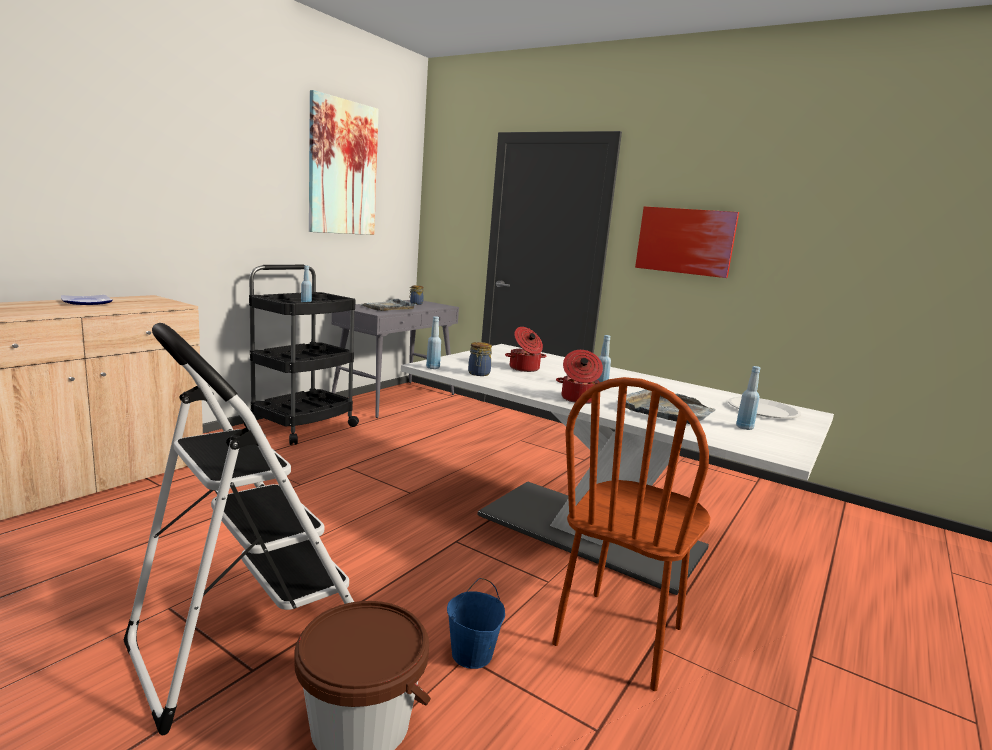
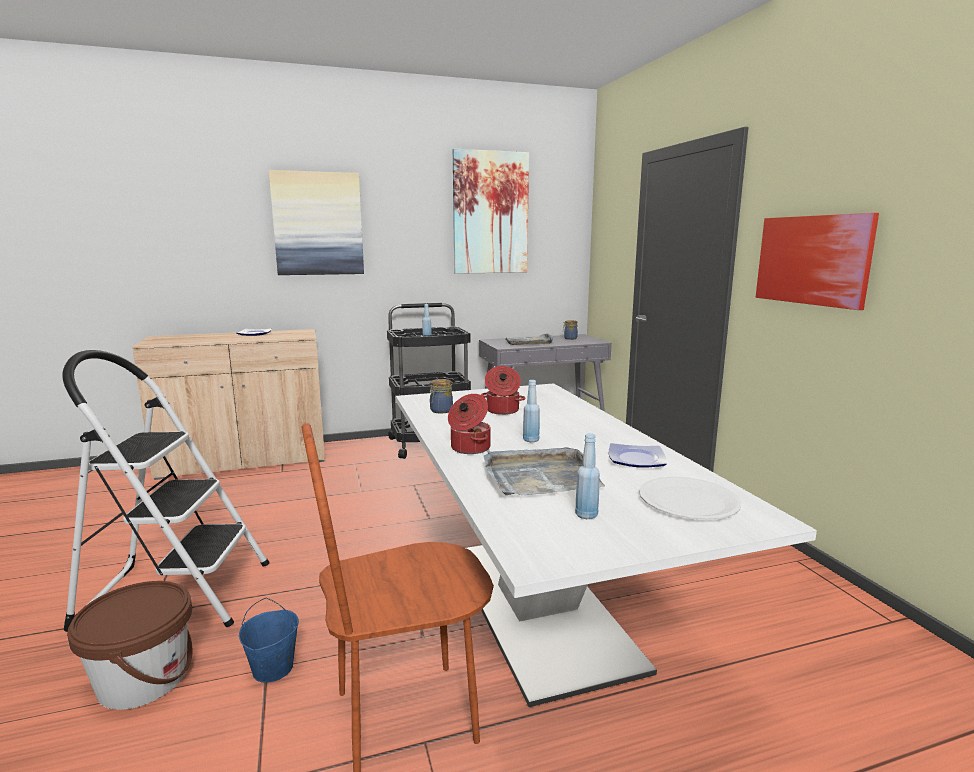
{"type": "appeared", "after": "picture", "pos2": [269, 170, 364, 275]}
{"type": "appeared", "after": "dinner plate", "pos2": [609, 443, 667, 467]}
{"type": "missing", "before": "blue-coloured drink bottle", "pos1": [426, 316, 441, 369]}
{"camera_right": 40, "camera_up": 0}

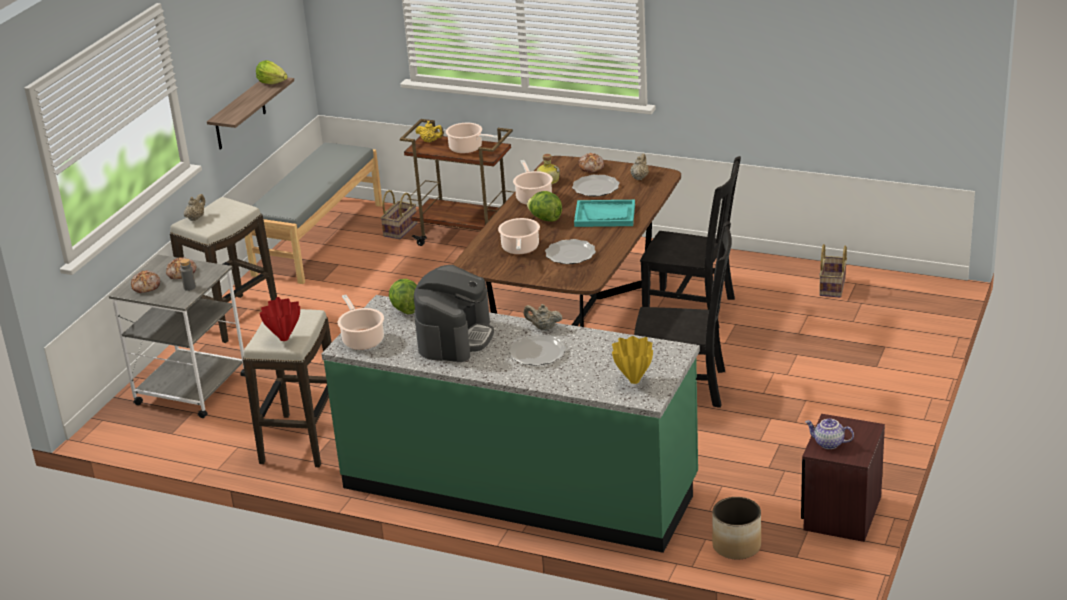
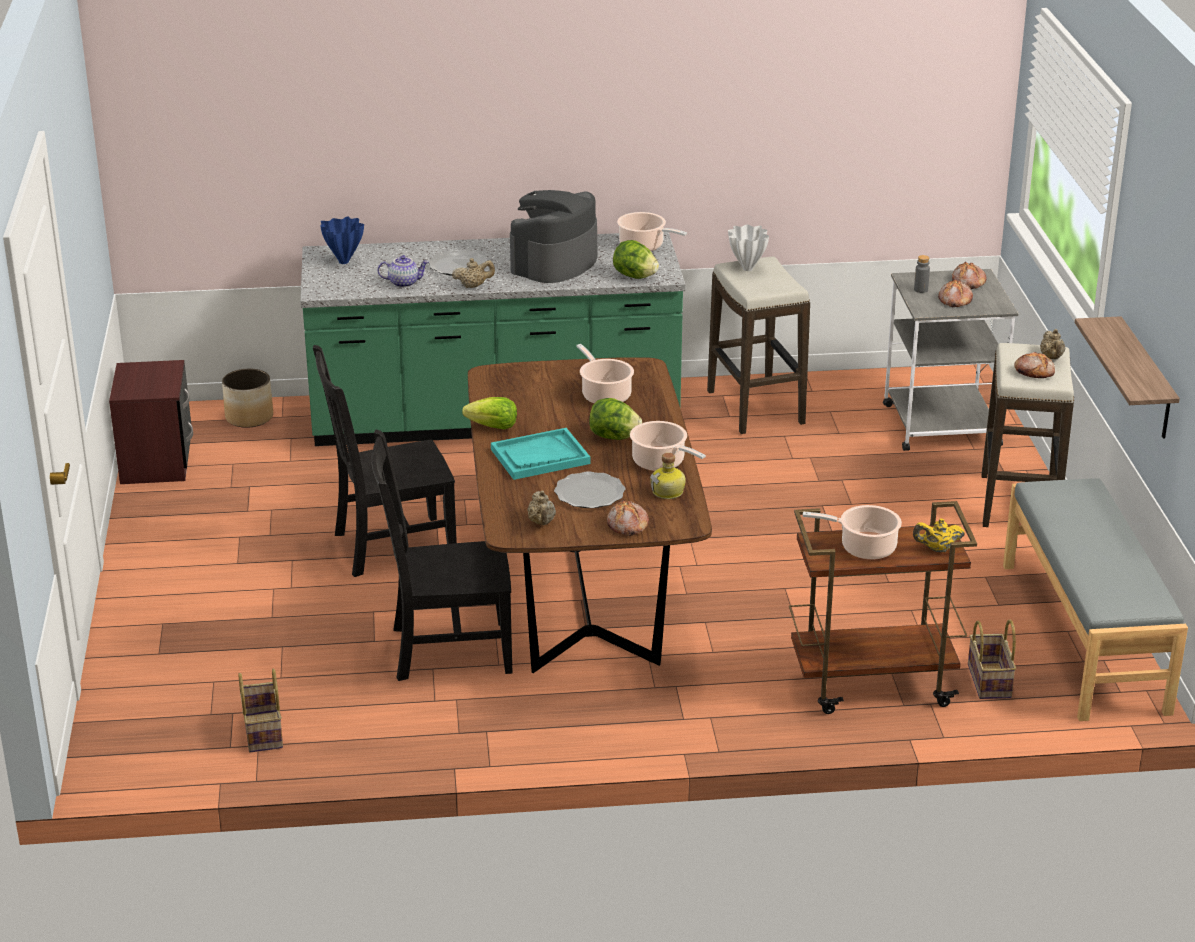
{"type": "colour", "before": "yellow vase", "after": "blue-coloured vase", "pos1": [612, 336, 653, 384], "pos2": [321, 217, 364, 264]}
{"type": "relocated", "before": "teapot", "pos1": [805, 418, 854, 449], "pos2": [377, 255, 429, 288]}
{"type": "relocated", "before": "lettuce", "pos1": [256, 60, 288, 84], "pos2": [462, 397, 517, 429]}
{"type": "spun", "before": "coffee maker", "pos1": [414, 265, 494, 362], "pos2": [510, 190, 598, 283], "turn": 45}
{"type": "colour", "before": "reddish vase", "after": "white vase", "pos1": [259, 297, 300, 341], "pos2": [728, 225, 769, 271]}
{"type": "appeared", "after": "bakery bread", "pos2": [1014, 352, 1055, 378]}
{"type": "missing", "before": "dinner plate", "pos1": [545, 239, 596, 264]}
{"camera_right": 150, "camera_up": 0}

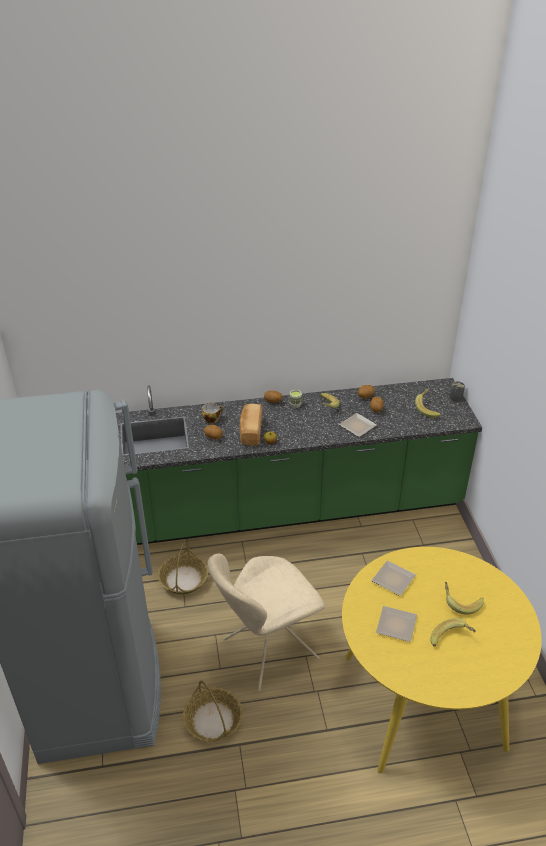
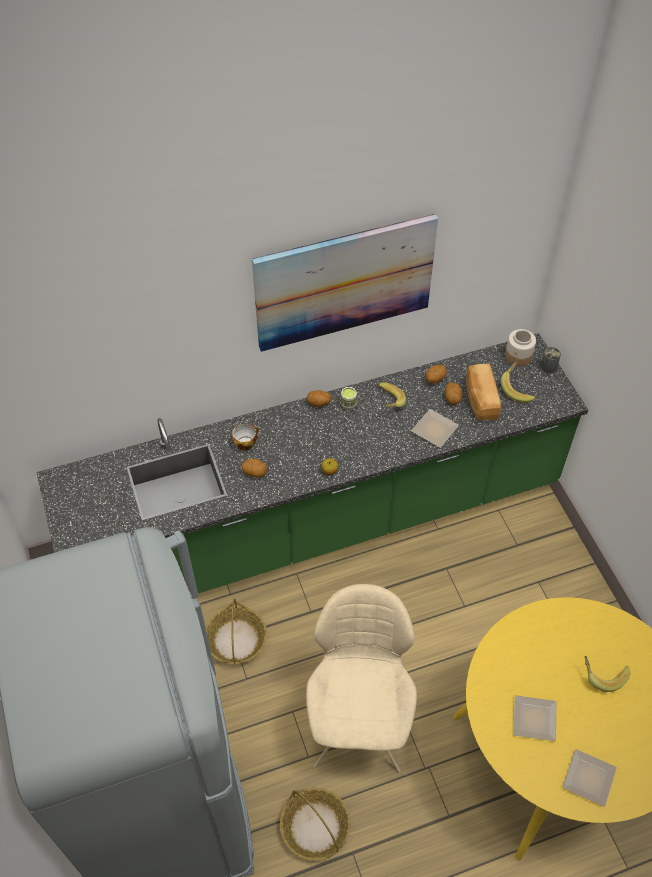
{"type": "appeared", "after": "picture", "pos2": [252, 214, 438, 352]}
{"type": "spun", "before": "beige-coloured plain chair", "pos1": [208, 554, 325, 691], "pos2": [306, 584, 417, 773], "turn": 135}
{"type": "relocated", "before": "bakery bread", "pos1": [240, 404, 262, 446], "pos2": [466, 363, 501, 420]}
{"type": "appeared", "after": "preserve jar", "pos2": [505, 329, 536, 366]}
{"type": "relocated", "before": "dinner plate", "pos1": [371, 560, 416, 596], "pos2": [563, 749, 617, 807]}
{"type": "missing", "before": "banana", "pos1": [430, 618, 476, 647]}
{"camera_right": -10, "camera_up": 15}

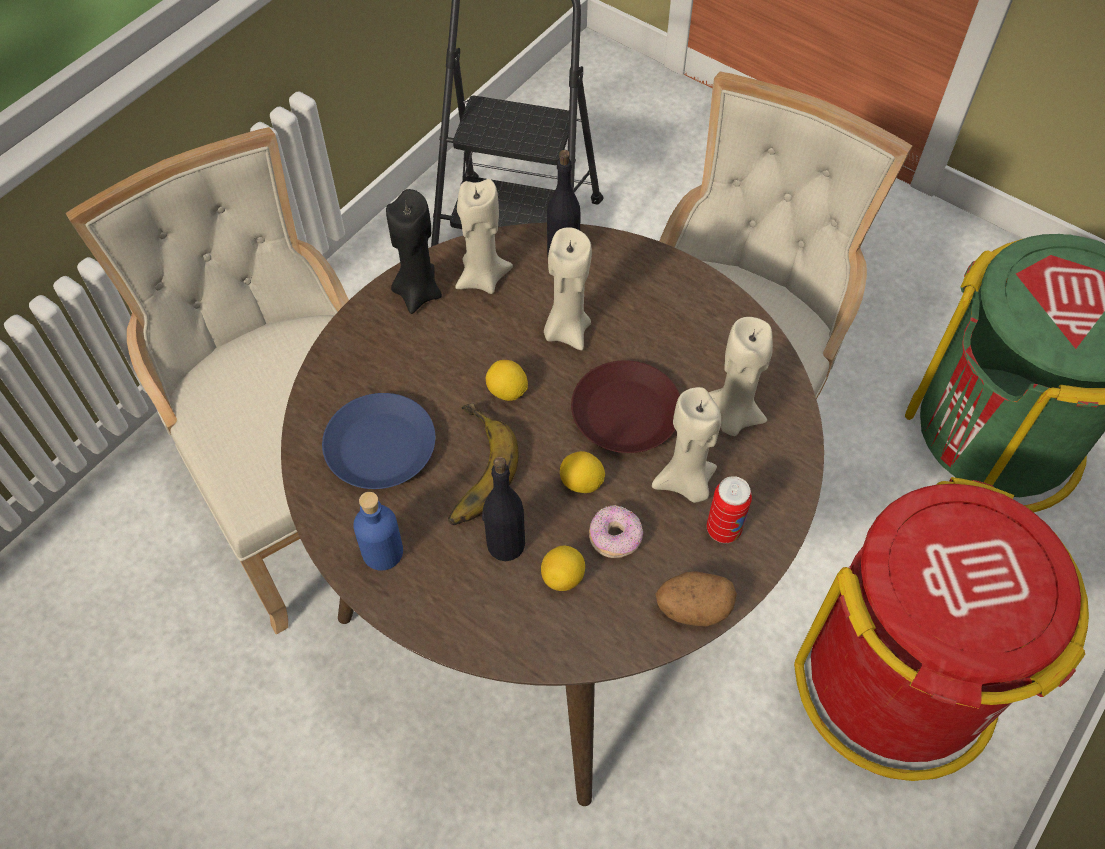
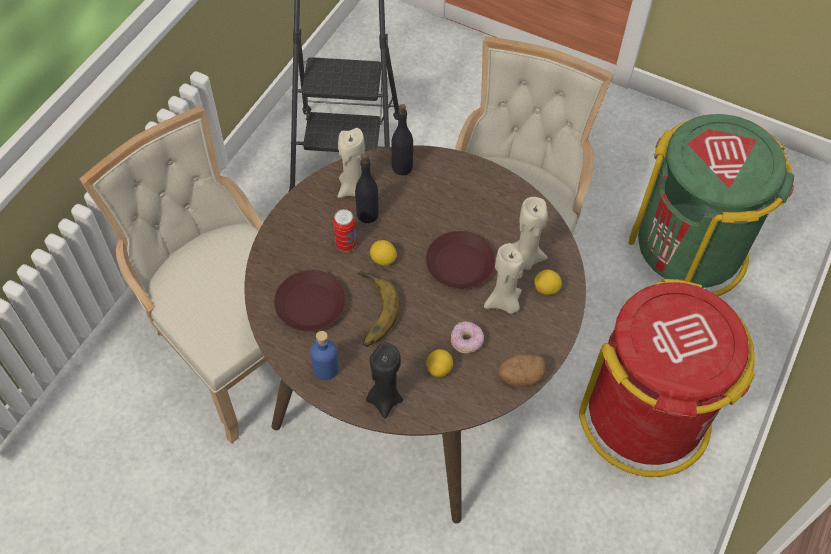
{"type": "colour", "before": "blue-coloured dinner plate", "after": "brown dinner plate", "pos1": [322, 393, 435, 489], "pos2": [274, 270, 346, 331]}
{"type": "relocated", "before": "metal can", "pos1": [707, 476, 752, 543], "pos2": [333, 209, 356, 251]}
{"type": "relocated", "before": "black drink bottle", "pos1": [482, 457, 525, 561], "pos2": [355, 153, 379, 223]}
{"type": "relocated", "before": "black wax light", "pos1": [386, 189, 442, 314], "pos2": [366, 343, 403, 419]}
{"type": "relocated", "before": "lemon", "pos1": [560, 451, 605, 493], "pos2": [534, 270, 562, 295]}
{"type": "missing", "before": "beige-coloured wax light", "pos1": [544, 227, 592, 350]}
{"camera_right": -10, "camera_up": 0}

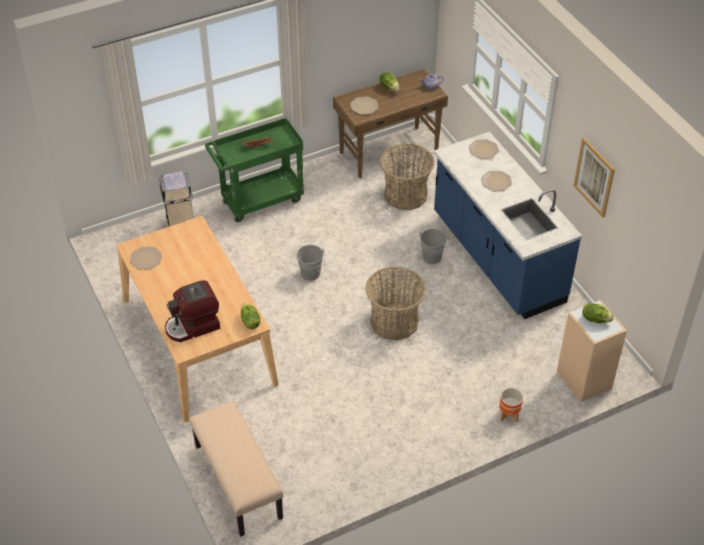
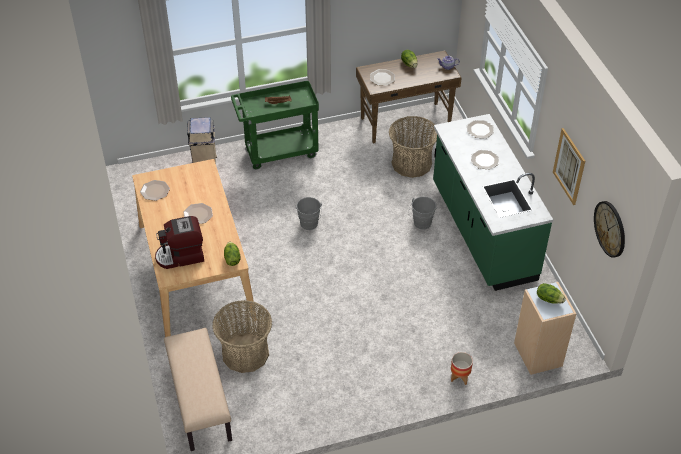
{"type": "appeared", "after": "dinner plate", "pos2": [183, 203, 213, 224]}
{"type": "relocated", "before": "household basket", "pos1": [365, 266, 426, 341], "pos2": [212, 300, 272, 373]}
{"type": "colour", "before": "blue-coloured kitchen counter", "after": "greenish kitchen counter", "pos1": [434, 132, 582, 319], "pos2": [433, 114, 553, 291]}
{"type": "appeared", "after": "hanging clock", "pos2": [594, 201, 625, 258]}
{"camera_right": 10, "camera_up": 0}

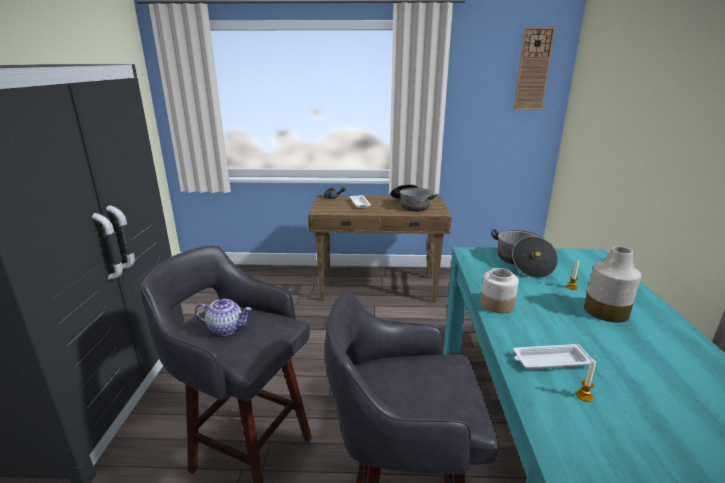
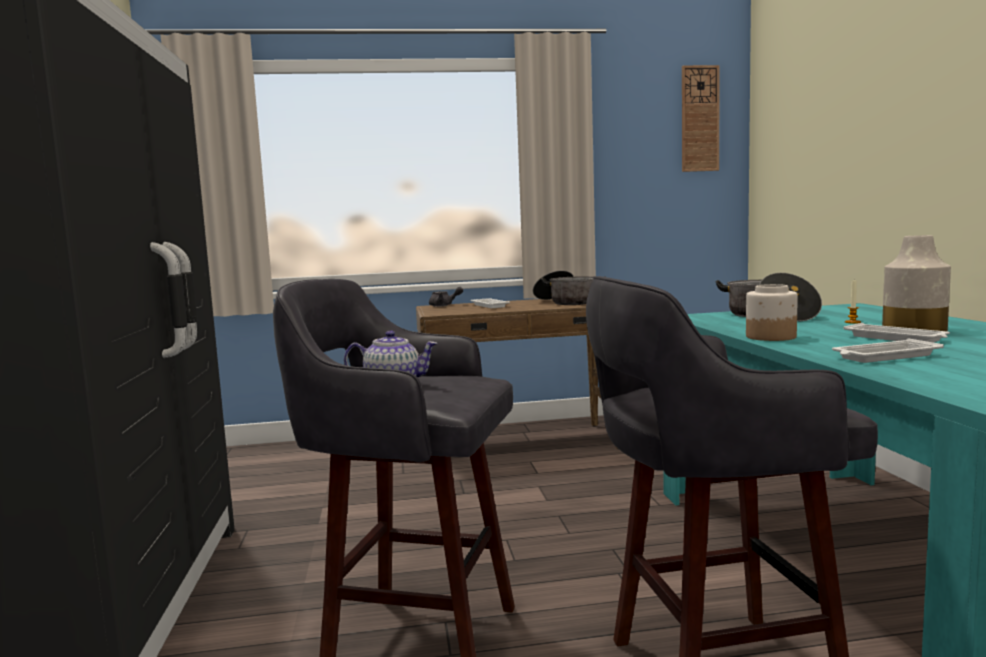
{"type": "appeared", "after": "white serving tray", "pos2": [843, 323, 950, 343]}
{"type": "missing", "before": "wax light", "pos1": [576, 359, 596, 402]}
{"camera_right": -10, "camera_up": -15}

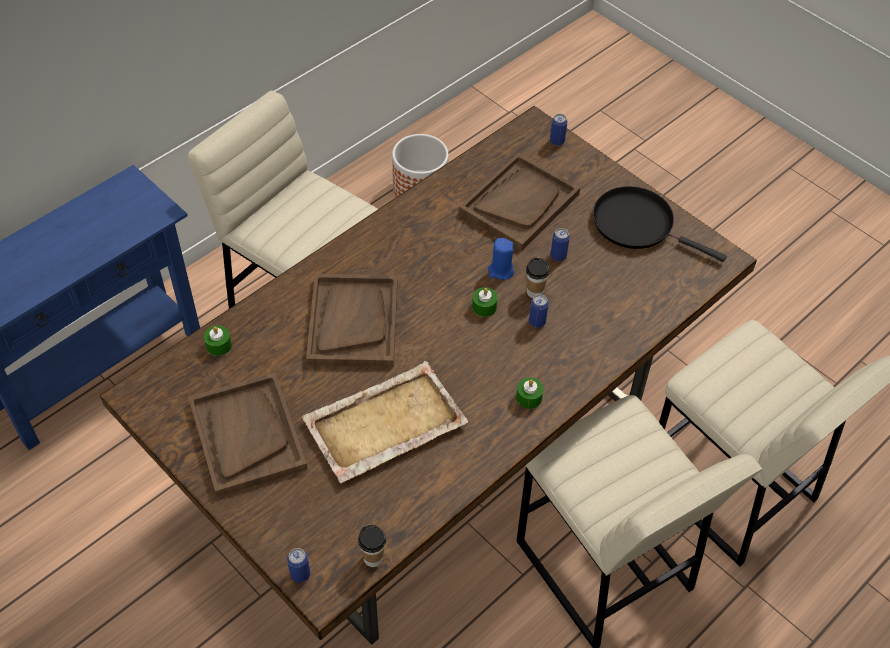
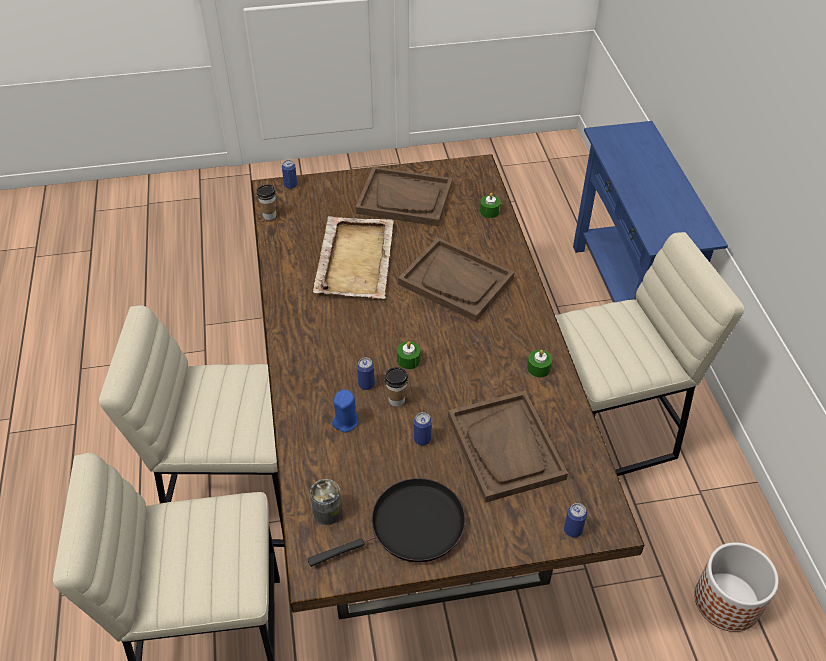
{"type": "appeared", "after": "metal can", "pos2": [310, 479, 342, 525]}
{"type": "relocated", "before": "blue-coloured wax light", "pos1": [488, 238, 514, 280], "pos2": [332, 389, 359, 433]}
{"type": "relocated", "before": "greenish wax light", "pos1": [516, 377, 544, 409], "pos2": [527, 350, 552, 378]}
{"camera_right": 125, "camera_up": -5}

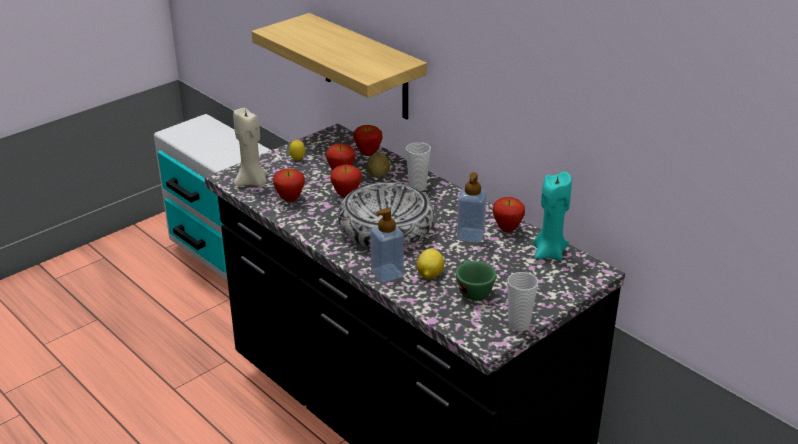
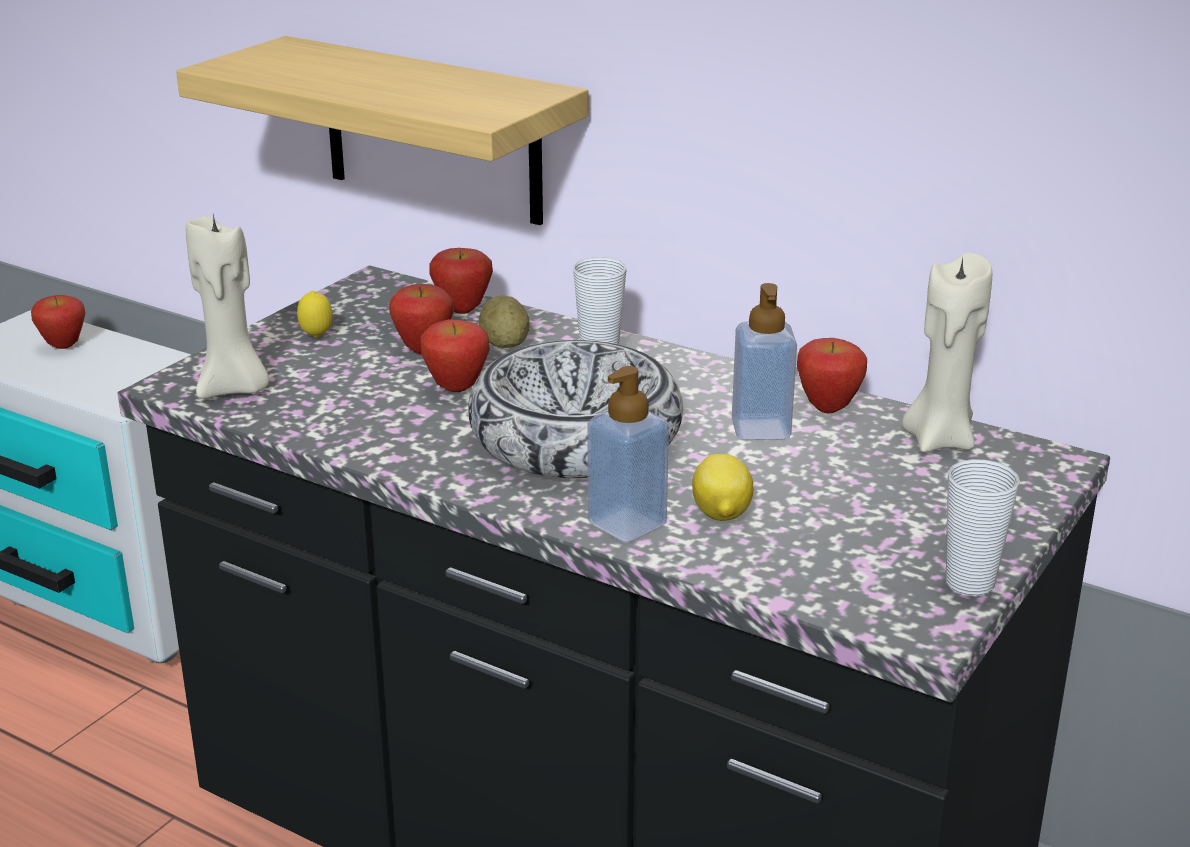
{"type": "relocated", "before": "apple", "pos1": [273, 168, 305, 202], "pos2": [31, 295, 85, 349]}
{"type": "colour", "before": "turquoise-coloured wax light", "after": "beige-coloured wax light", "pos1": [533, 171, 572, 261], "pos2": [902, 253, 992, 452]}
{"type": "missing", "before": "greenish drinking cup", "pos1": [456, 260, 496, 300]}
{"camera_right": -15, "camera_up": -5}

